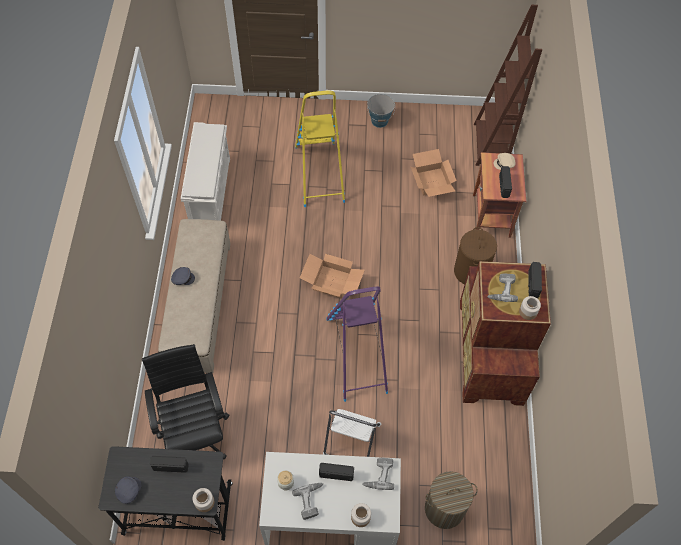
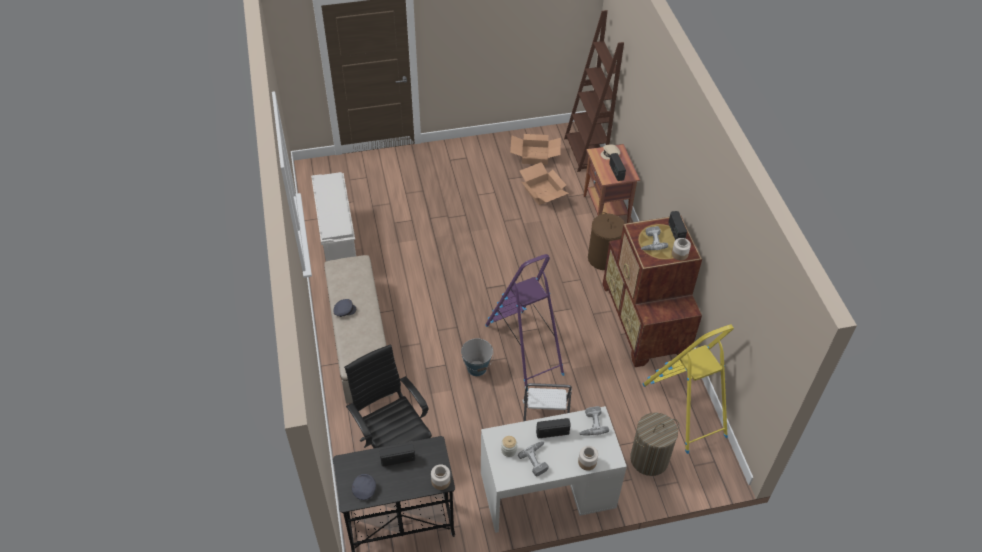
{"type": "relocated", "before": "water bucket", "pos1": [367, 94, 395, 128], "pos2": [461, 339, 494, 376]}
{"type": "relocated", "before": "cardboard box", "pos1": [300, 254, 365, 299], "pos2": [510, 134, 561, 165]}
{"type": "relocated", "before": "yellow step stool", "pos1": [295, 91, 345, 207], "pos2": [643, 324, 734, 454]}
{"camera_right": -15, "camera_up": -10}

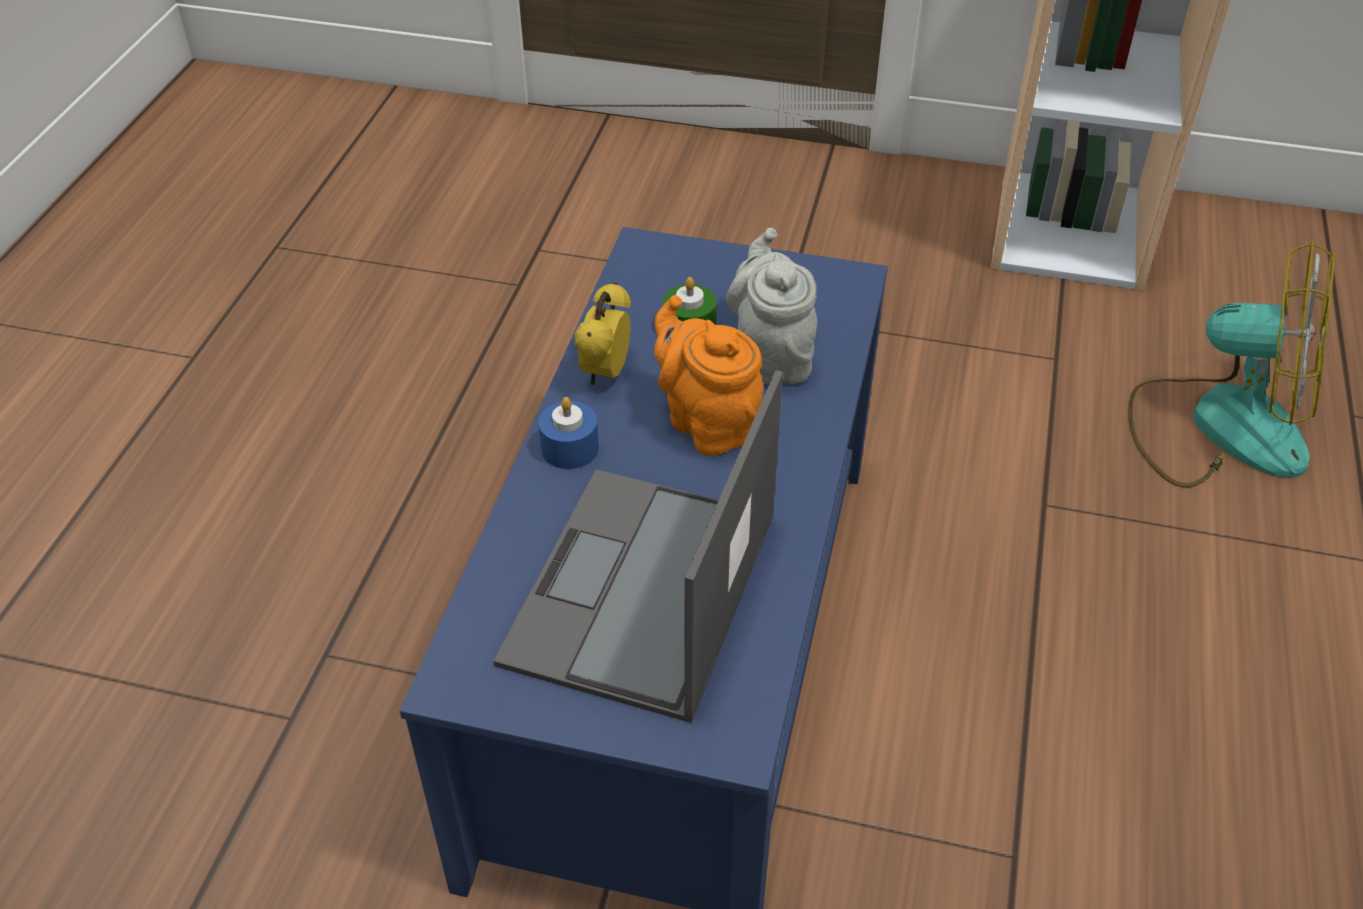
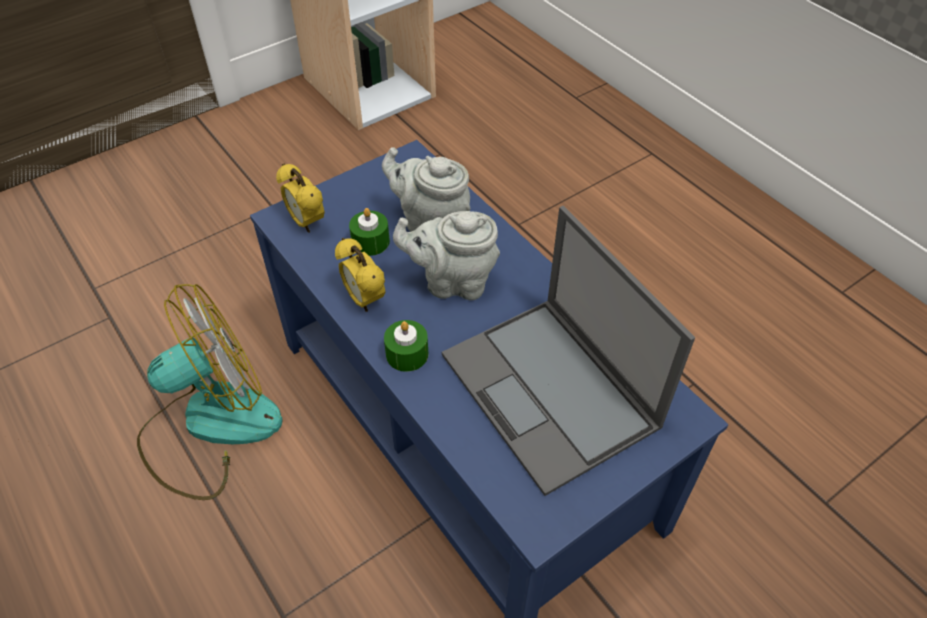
{"type": "relocated", "before": "fan", "pos1": [1128, 240, 1335, 487], "pos2": [137, 284, 283, 500]}
{"type": "appeared", "after": "table clock", "pos2": [276, 164, 325, 233]}
{"type": "colour", "before": "blue-coloured wax light", "after": "greenish wax light", "pos1": [538, 397, 599, 469], "pos2": [384, 320, 429, 372]}
{"type": "colour", "before": "orangey teapot", "after": "grey teapot", "pos1": [654, 295, 763, 456], "pos2": [393, 211, 500, 300]}
{"camera_right": -50, "camera_up": 5}

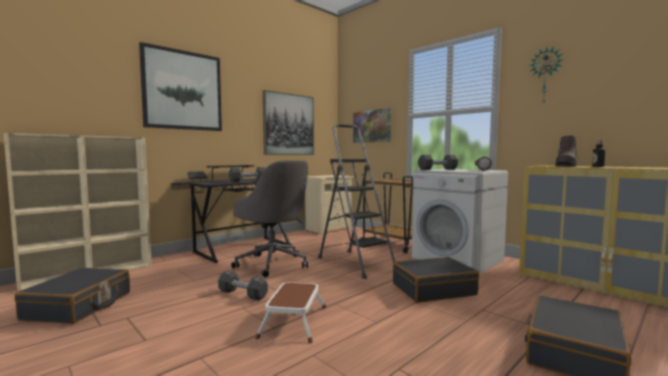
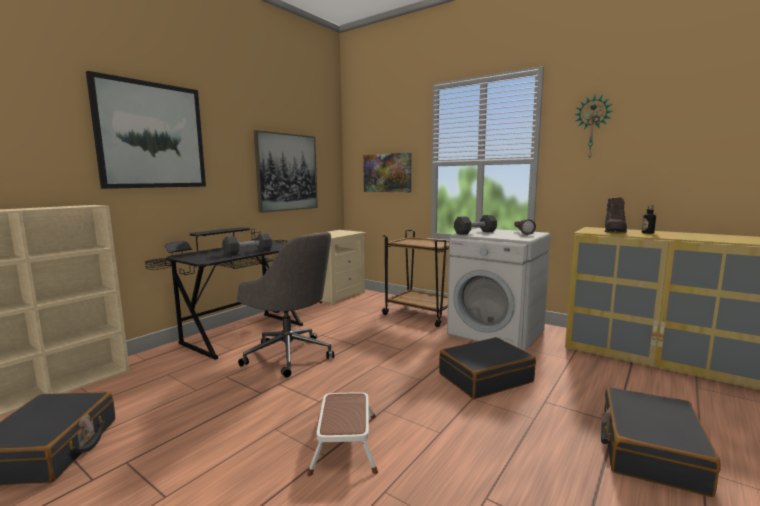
{"type": "missing", "before": "black hand weight", "pos1": [218, 270, 268, 301]}
{"type": "missing", "before": "step stool", "pos1": [318, 124, 395, 279]}
{"camera_right": -10, "camera_up": 5}

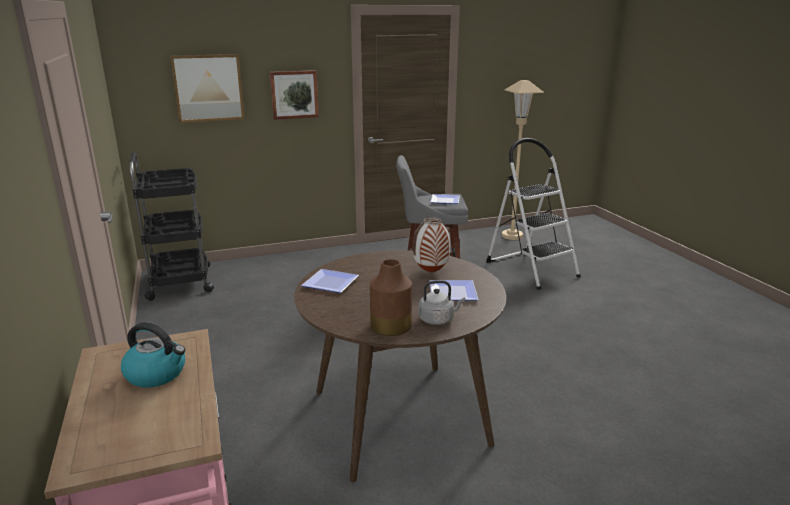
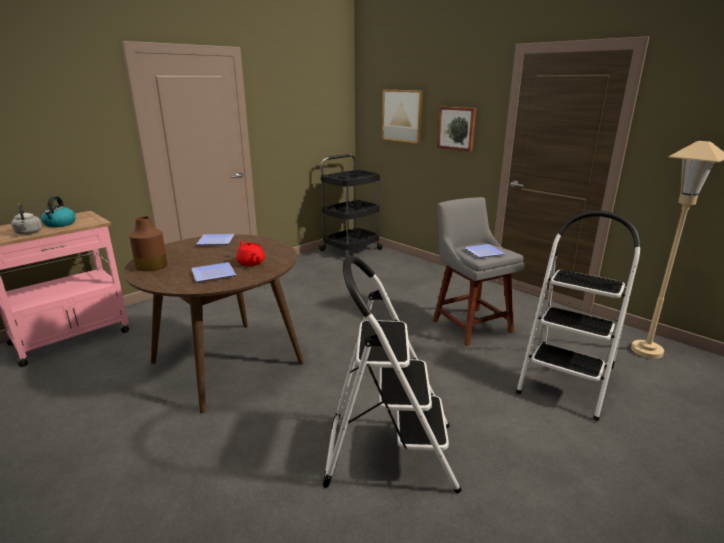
{"type": "relocated", "before": "grey tea kettle", "pos1": [418, 280, 465, 325], "pos2": [11, 203, 42, 234]}
{"type": "exchanged", "before": "vase", "after": "reddish teapot", "pos1": [413, 217, 450, 273], "pos2": [236, 241, 265, 266]}
{"type": "appeared", "after": "step stool", "pos2": [323, 256, 462, 493]}
{"camera_right": 65, "camera_up": 0}

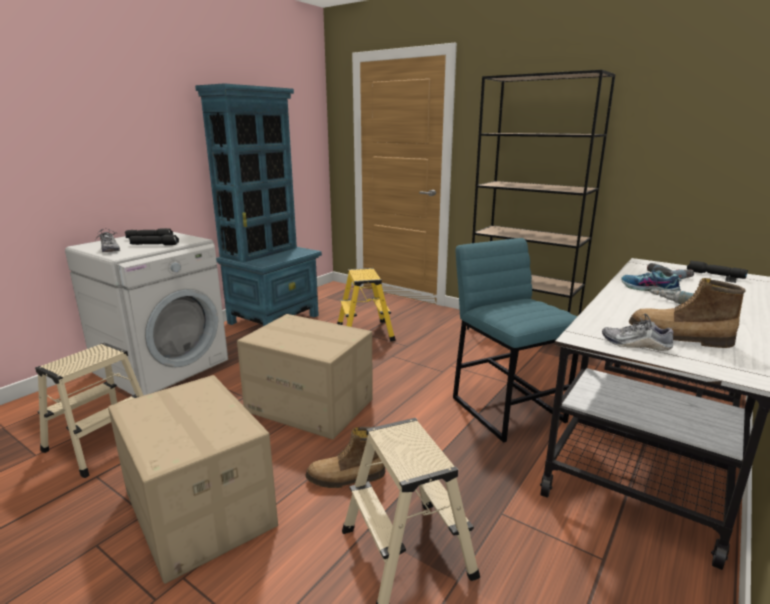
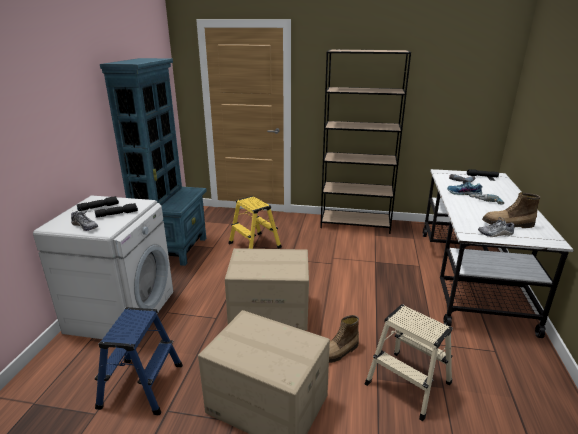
{"type": "colour", "before": "beige-coloured step stool", "after": "blue-coloured step stool", "pos1": [35, 342, 144, 478], "pos2": [94, 307, 183, 415]}
{"type": "missing", "before": "blue-coloured sitting stool", "pos1": [453, 238, 579, 443]}
{"camera_right": -25, "camera_up": 5}

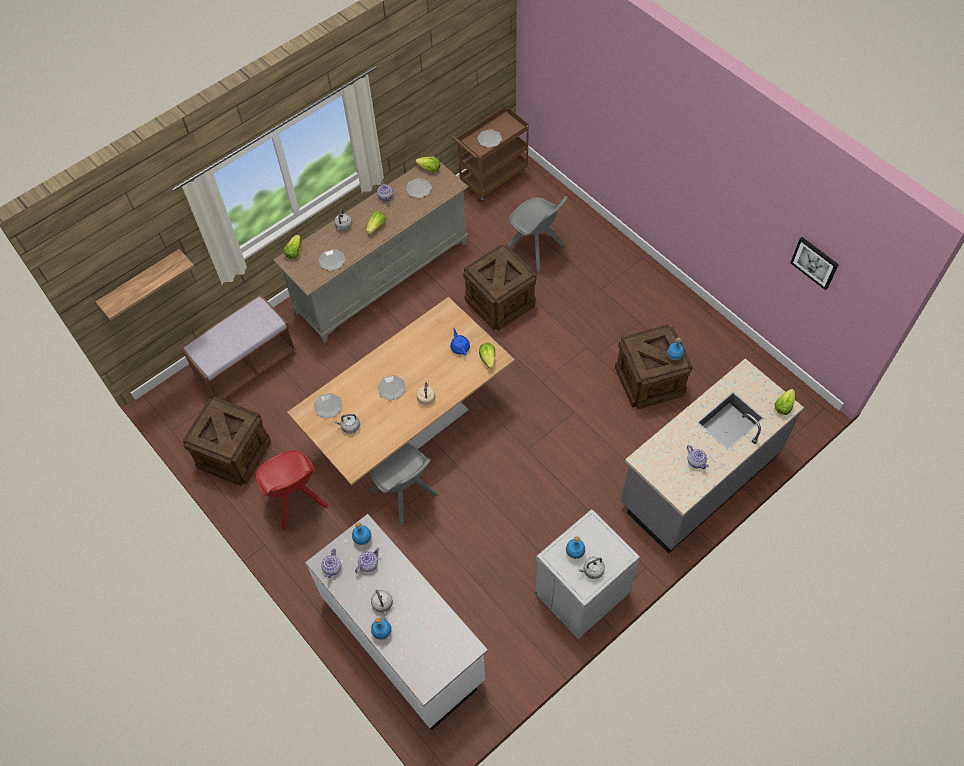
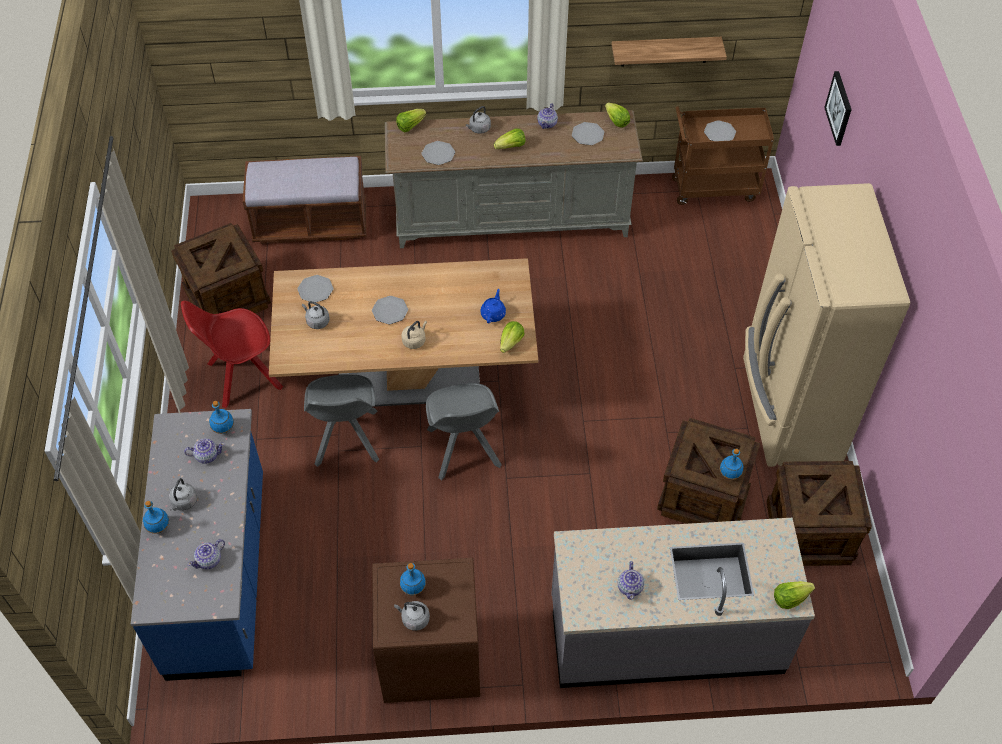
{"type": "colour", "before": "white kitchen counter", "after": "blue-coloured kitchen counter", "pos1": [305, 514, 488, 730], "pos2": [131, 409, 263, 681]}
{"type": "spun", "before": "reddish plain chair", "pos1": [256, 450, 328, 530], "pos2": [181, 301, 283, 408], "turn": 60}
{"type": "relocated", "before": "teapot", "pos1": [321, 549, 342, 579], "pos2": [188, 539, 225, 569]}
{"type": "colour", "before": "white washing machine", "after": "brown washing machine", "pos1": [536, 509, 640, 639], "pos2": [372, 558, 480, 703]}
{"type": "relocated", "before": "grey plain chair", "pos1": [507, 196, 568, 271], "pos2": [426, 383, 502, 480]}
{"type": "relocated", "before": "bracket shelf", "pos1": [95, 249, 194, 320], "pos2": [611, 37, 727, 67]}
{"type": "appeared", "after": "beige-coloured refrigerator", "pos2": [743, 183, 910, 467]}
{"type": "relocated", "before": "packing crate", "pos1": [463, 244, 537, 331], "pos2": [766, 461, 872, 566]}
{"type": "relocated", "before": "picture", "pos1": [790, 237, 839, 290], "pos2": [824, 71, 852, 146]}
{"camera_right": 35, "camera_up": -5}

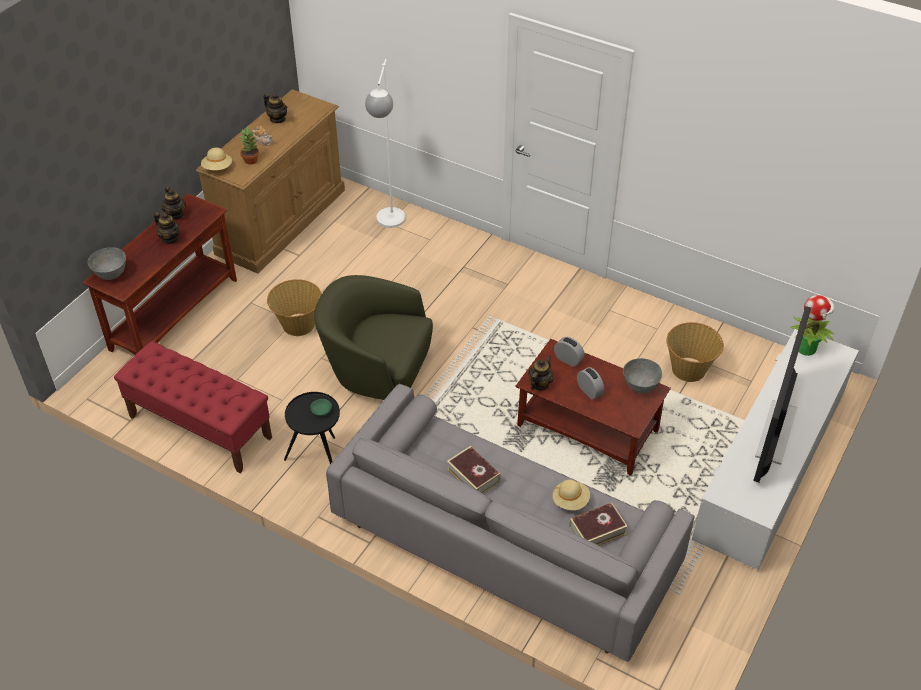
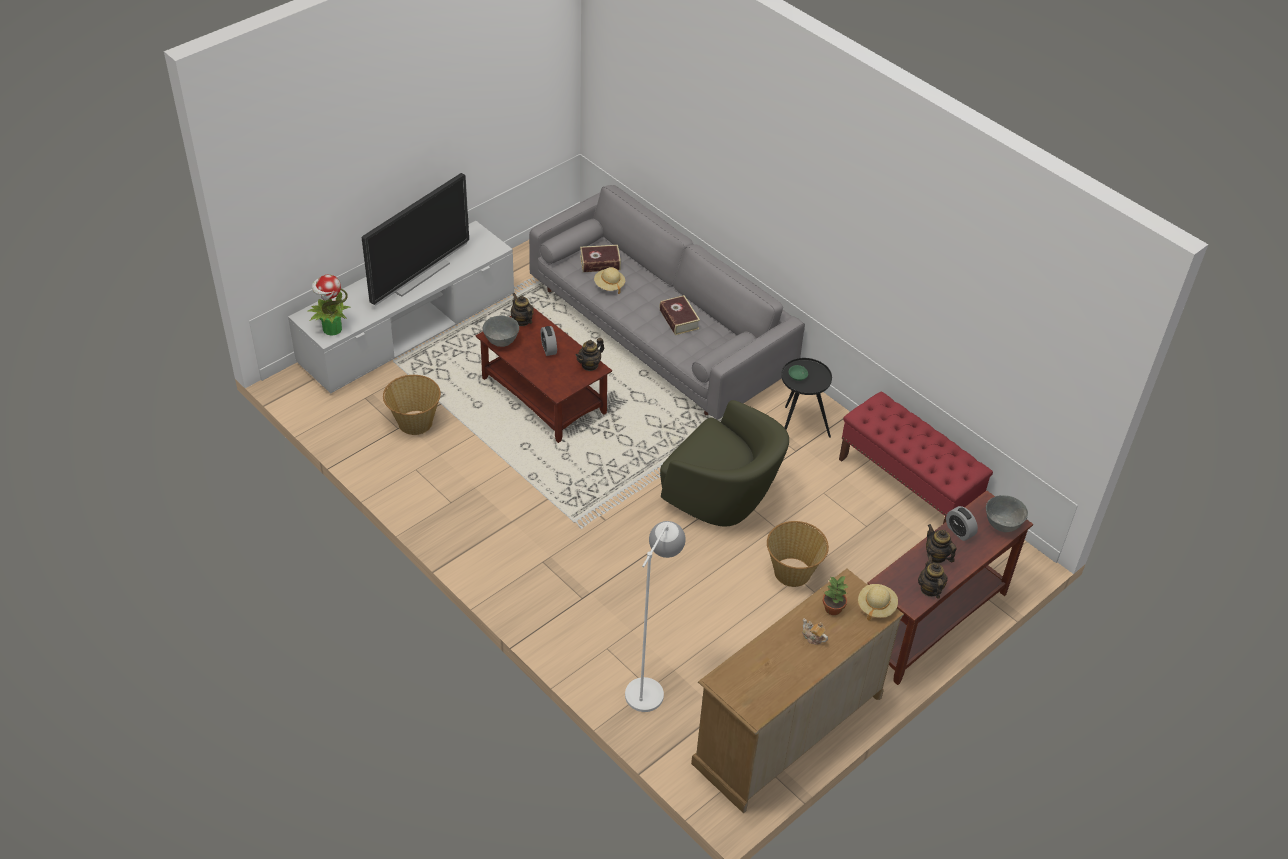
{"type": "relocated", "before": "teapot", "pos1": [264, 94, 287, 123], "pos2": [511, 293, 534, 326]}
{"type": "relocated", "before": "table clock", "pos1": [554, 337, 585, 367], "pos2": [946, 506, 978, 541]}
{"camera_right": -165, "camera_up": 0}

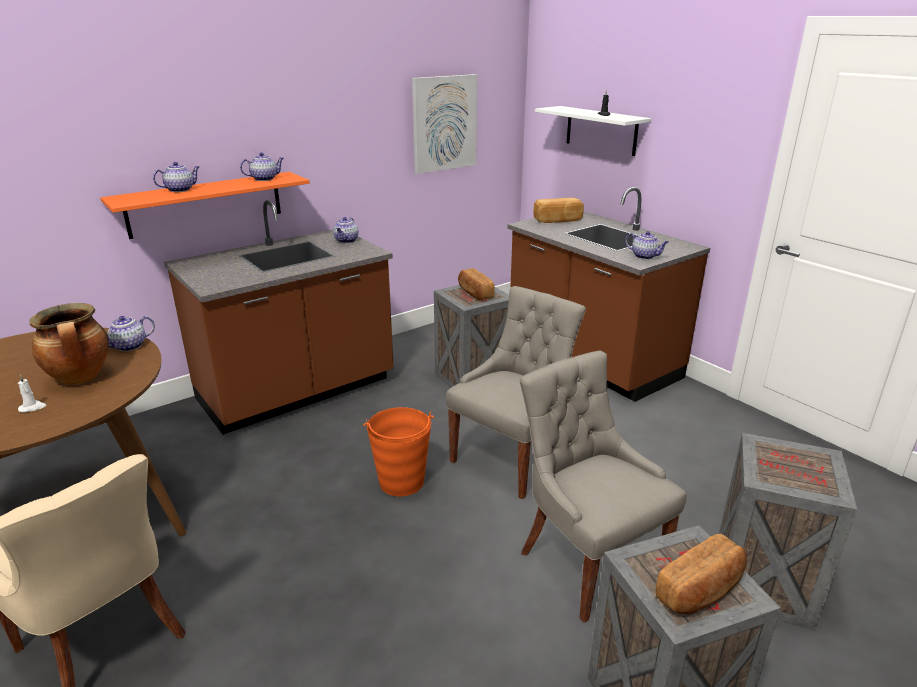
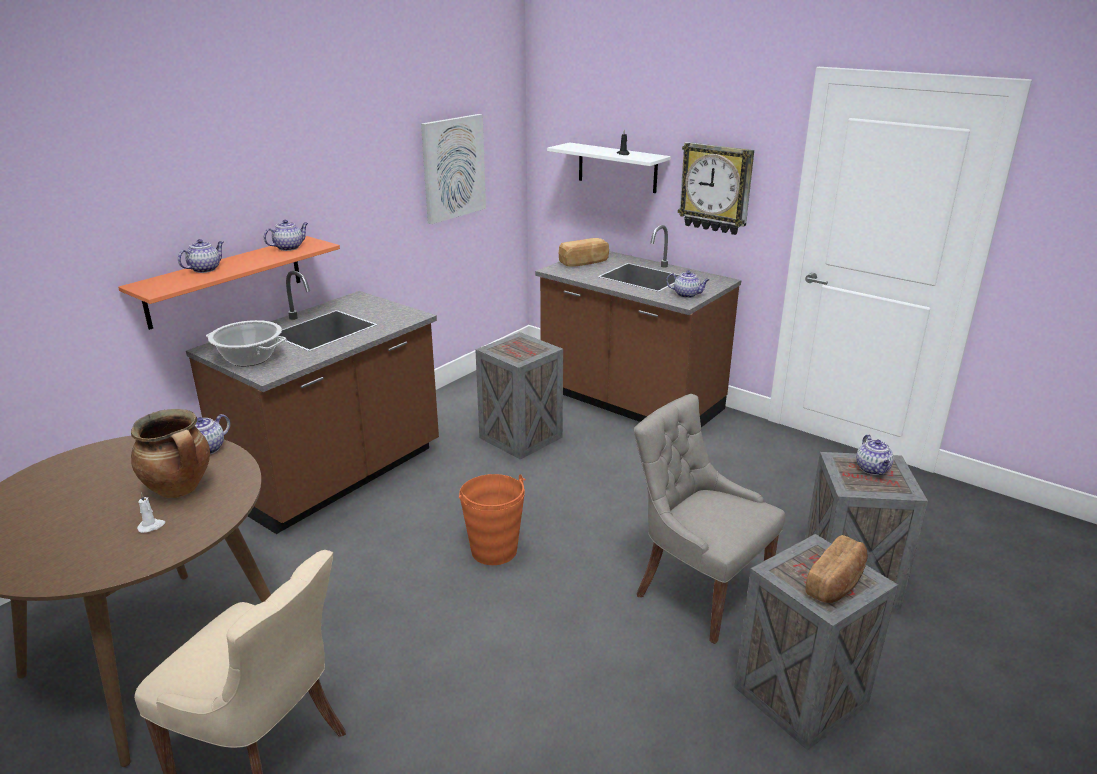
{"type": "appeared", "after": "stockpot", "pos2": [206, 320, 286, 366]}
{"type": "appeared", "after": "hanging clock", "pos2": [678, 142, 754, 235]}
{"type": "relocated", "before": "teapot", "pos1": [333, 217, 359, 243], "pos2": [856, 434, 894, 475]}
{"type": "missing", "before": "grey plain chair", "pos1": [446, 286, 586, 499]}
{"type": "missing", "before": "bakery bread", "pos1": [458, 268, 494, 300]}
{"camera_right": -15, "camera_up": 0}

